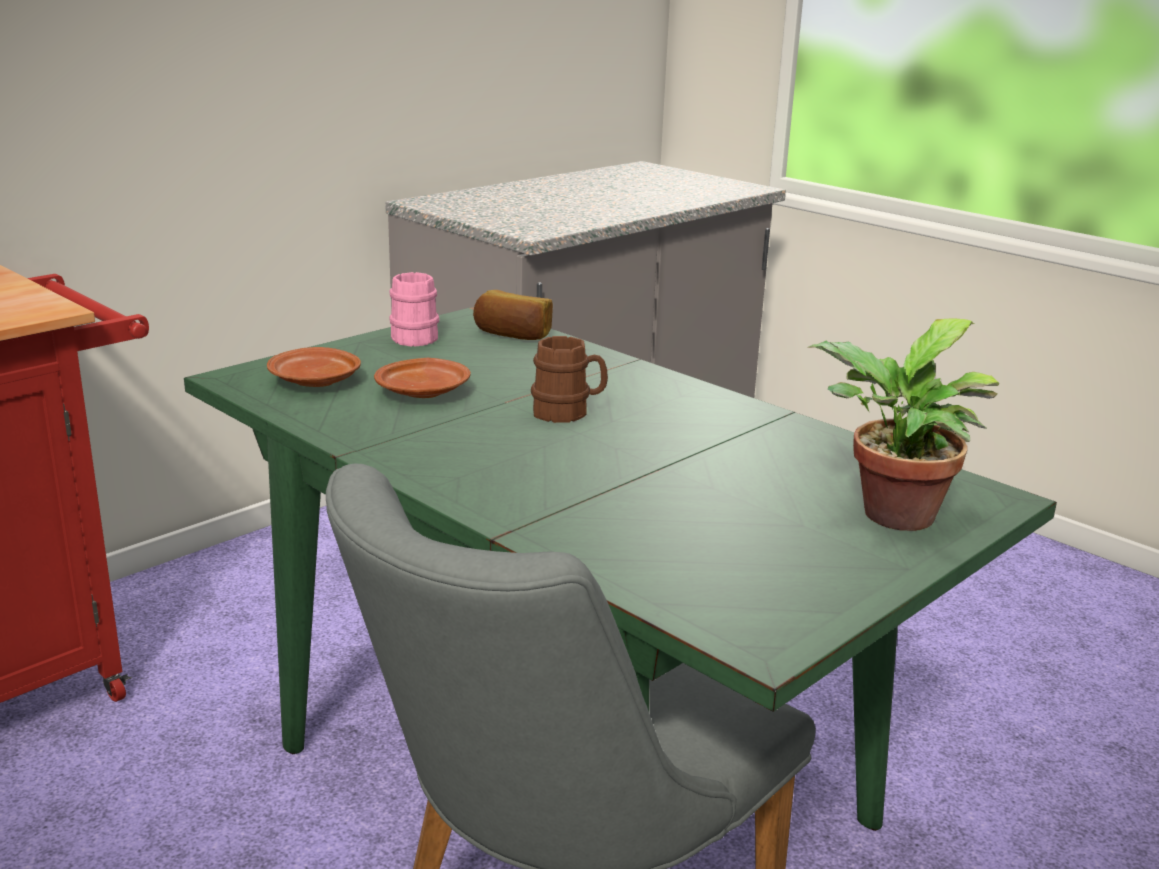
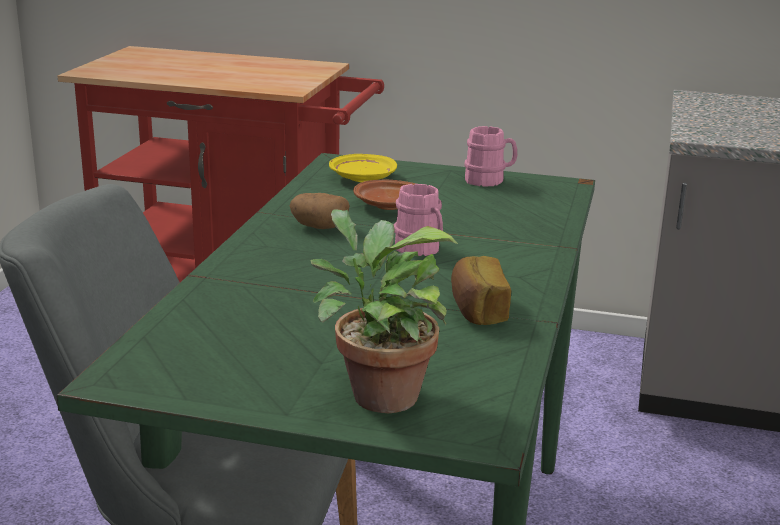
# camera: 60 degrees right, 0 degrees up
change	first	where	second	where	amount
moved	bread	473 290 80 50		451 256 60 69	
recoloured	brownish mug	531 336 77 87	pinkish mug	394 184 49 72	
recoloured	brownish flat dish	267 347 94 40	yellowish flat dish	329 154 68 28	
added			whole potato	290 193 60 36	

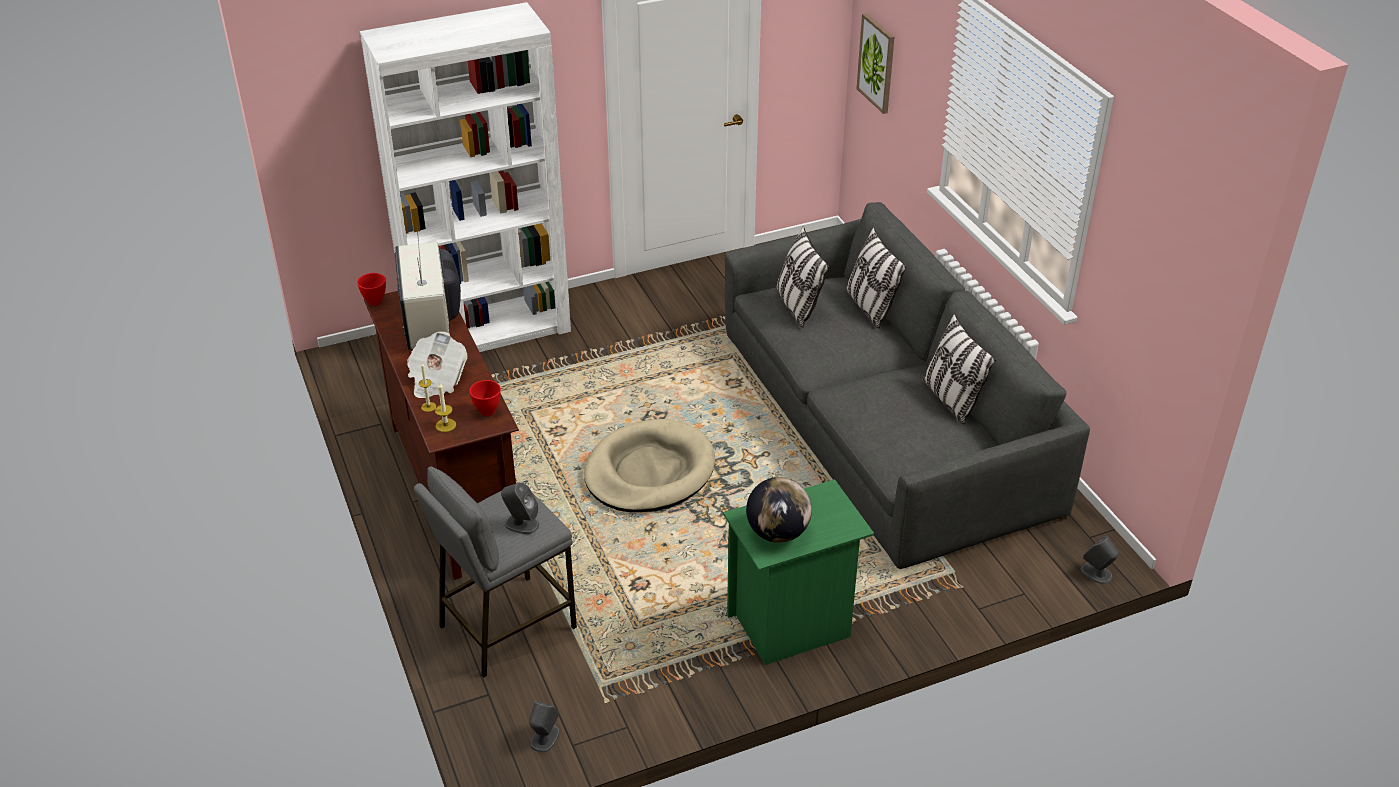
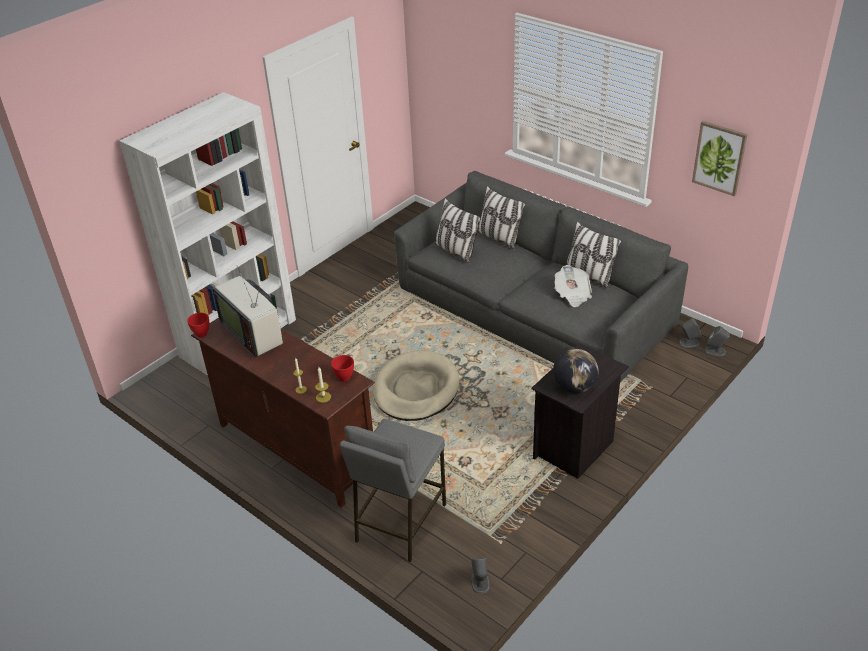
# camera: 25 degrees left, 0 degrees up
change	first	where	second	where	amount
moved	wall art	856 13 38 101		692 121 56 75	
moved	printed paper	407 331 61 67		555 265 37 42	
recoloured	green-coloured nightstand	723 479 151 186	black nightstand	531 344 98 135	
moved	greyish speaker	501 482 38 52		679 318 23 30	

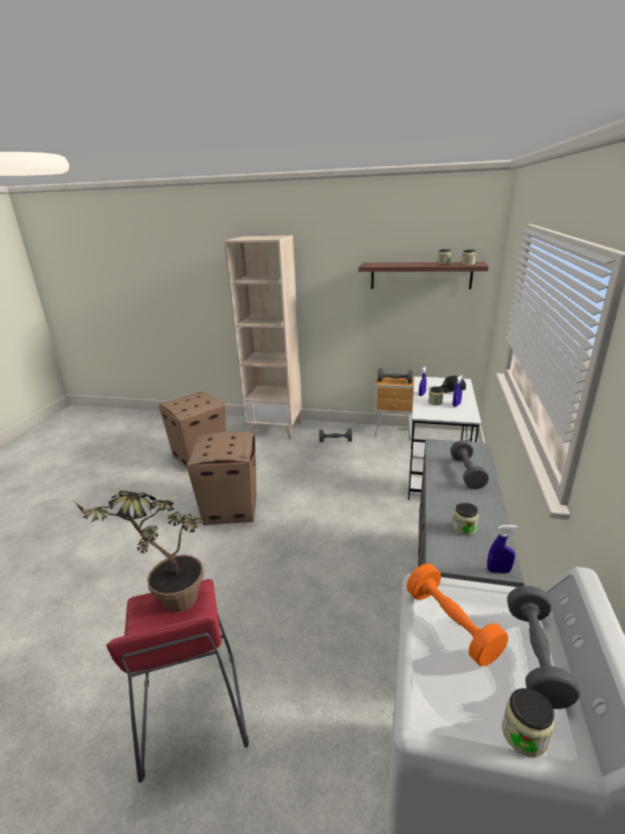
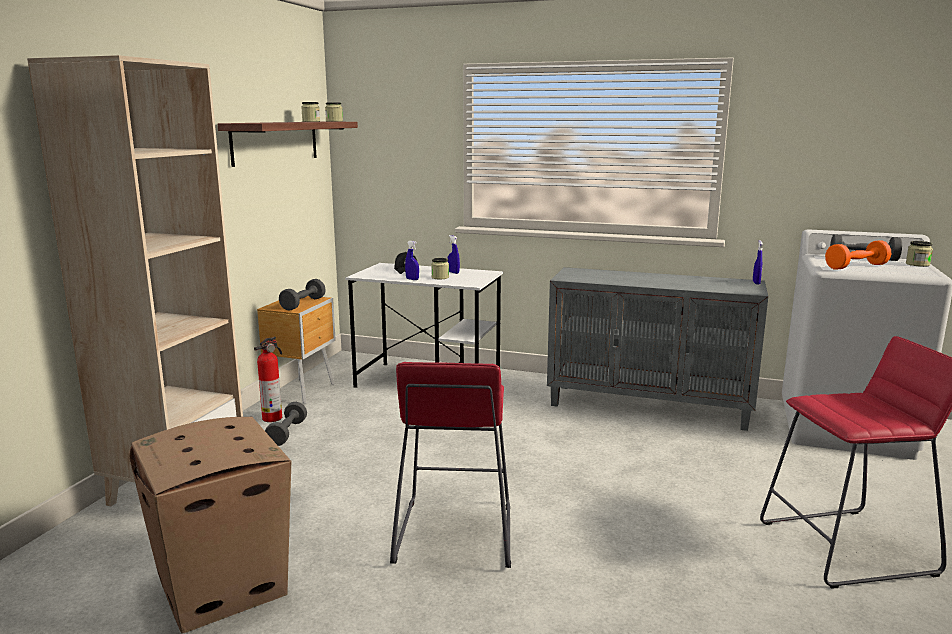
# camera: 85 degrees left, 10 degrees down
change	first	where	second	where	amount
replaced	carton	187 431 69 94	red-coloured stool seat	390 362 121 206	
removed	greyish hand weight	450 440 39 49			
removed	houseplant	74 491 130 121			
removed	storage jar	452 503 27 33			
added			fire-fighting cylinder	254 337 28 85	

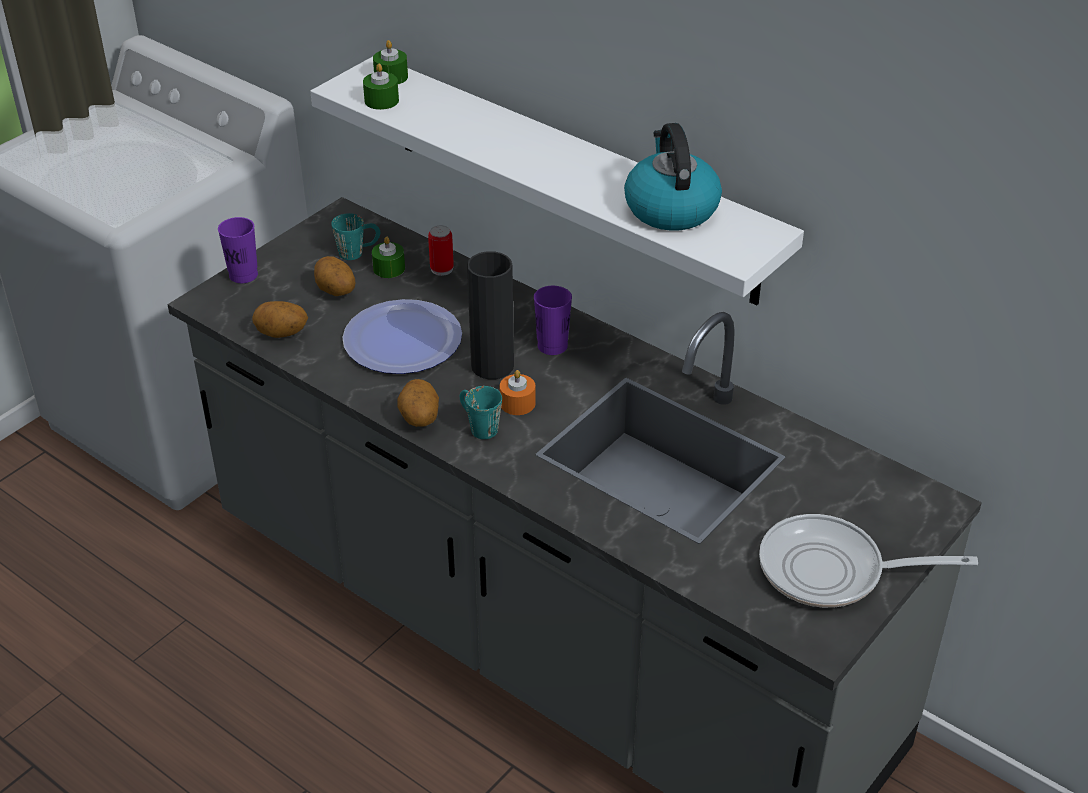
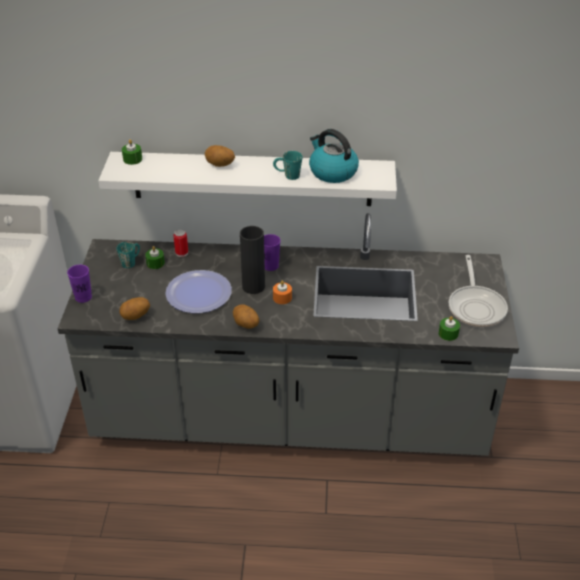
# camera: 35 degrees left, 0 degrees up
change	first	where	second	where	amount
moved	green-coloured candle	363 64 36 46		439 316 21 25	
moved	whole potato	314 256 41 40		205 145 30 22	
moved	turquoise-coloured mug	460 386 42 53		273 151 30 29	
turned	skillet	759 514 219 94		449 255 59 72	60 degrees counterclockwise

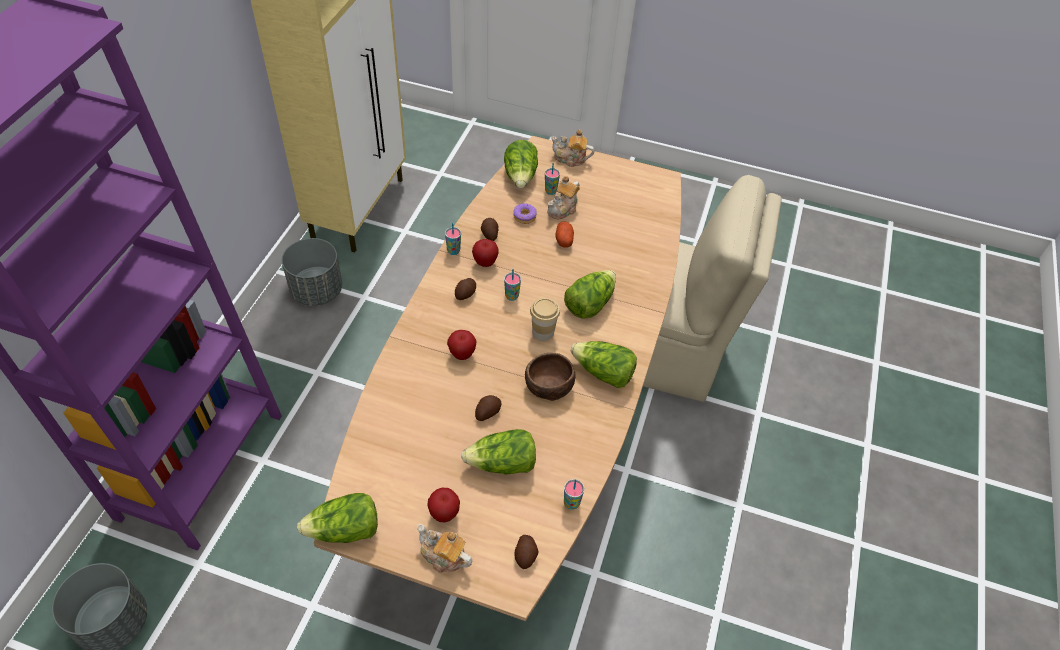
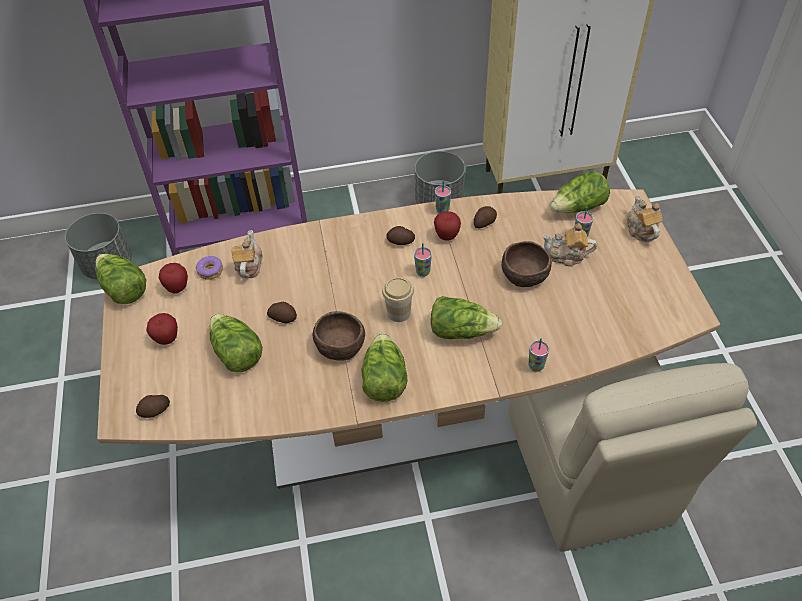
# camera: 65 degrees right, 0 degrees up
change	first	where	second	where	amount
moved	doughnut	513 203 24 21		196 256 27 24	
replaced	whole potato	555 221 19 26	brownish serving bowl	502 241 50 46	
moved	apple fruit	447 330 30 30		159 263 29 30	
moved	small cup	564 479 20 31		528 338 21 34	
moved	tea pot	417 524 55 49		231 230 32 48	

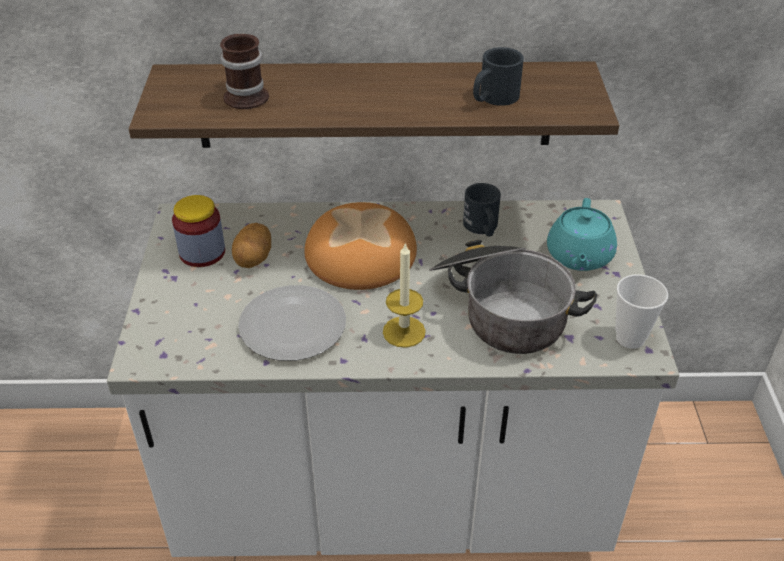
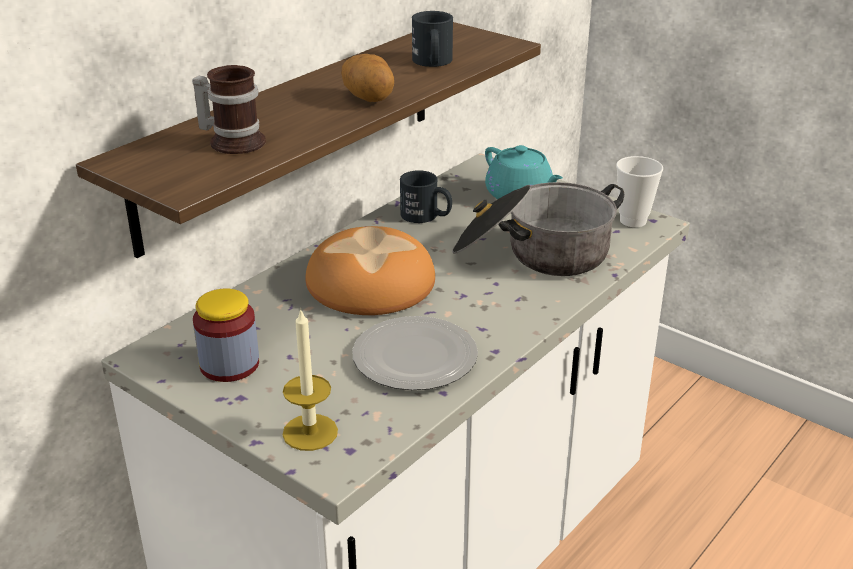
# camera: 50 degrees left, 10 degrees down
change	first	where	second	where	amount
moved	whole potato	232 223 39 45		341 54 53 48	
moved	candle	383 242 43 106		282 308 56 143	

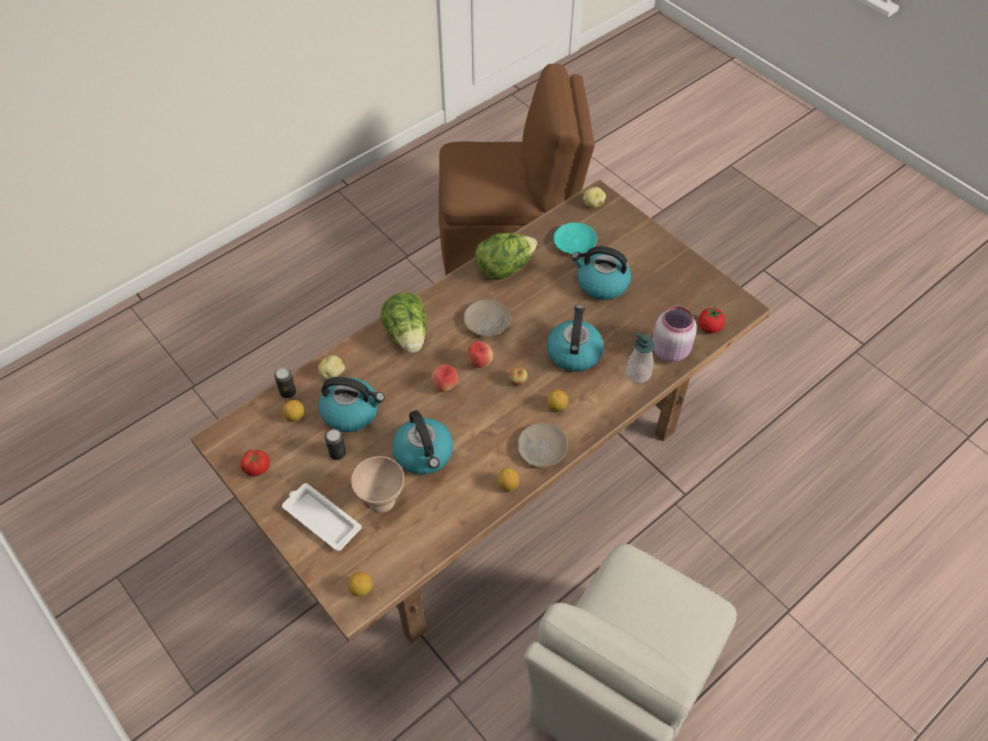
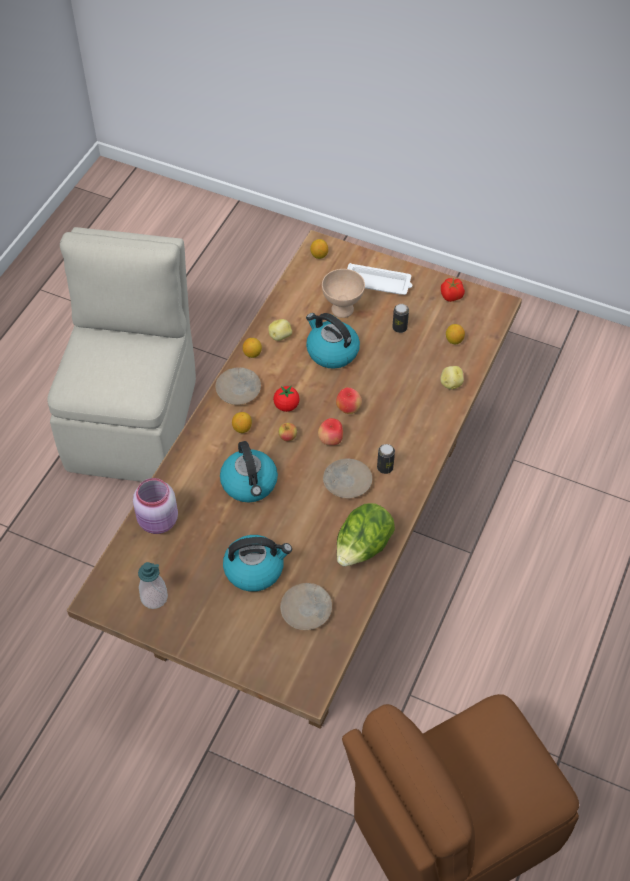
# camera: 155 degrees right, 0 degrees up
change	first	where	second	where	amount
moved	whole potato	583 187 23 21		268 319 24 22	
recoloured	turquoise-coloured flat dish	553 222 44 32	beige flat dish	280 583 52 47	
removed	lettuce head	380 292 47 61			
moved	whole tomato	698 307 27 26		273 386 27 26	
moved	soap bottle	626 333 29 50		138 562 30 47	
moved	sealed can	274 368 22 30		377 444 18 30	
removed	tea kettle	319 377 66 55			

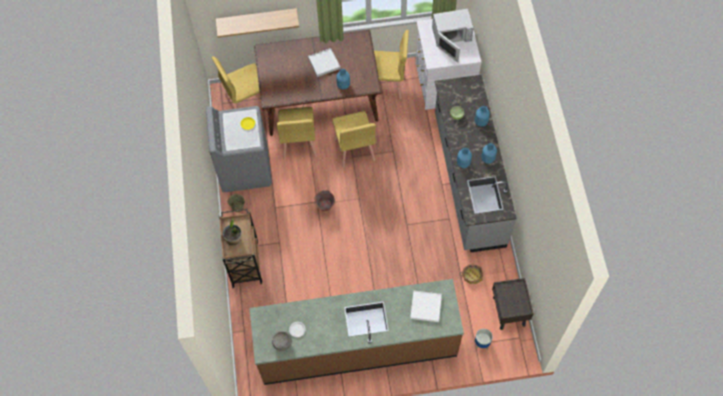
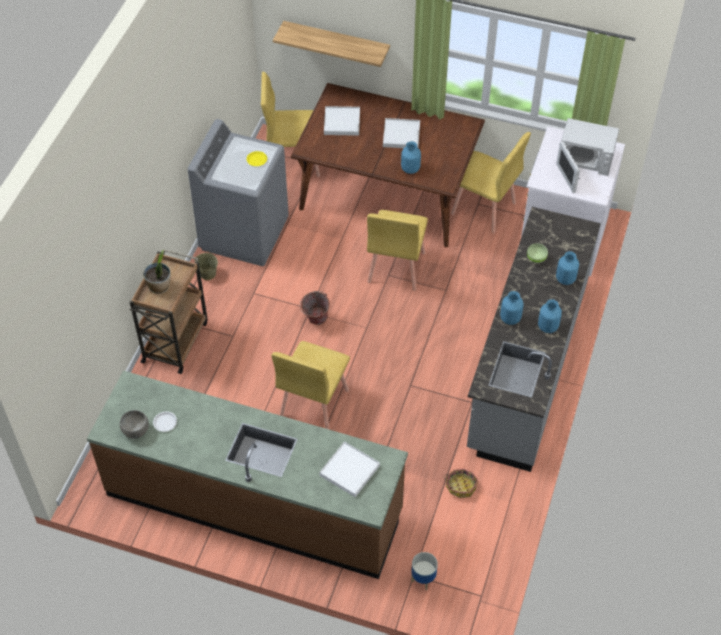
# camera: 25 degrees right, 10 degrees down
change	first	where	second	where	amount
moved	yellowish upright chair	277 107 40 53		272 341 78 89	
removed	brownish nightstand	492 278 42 52			
added			whitish carrying tray	324 106 36 30	

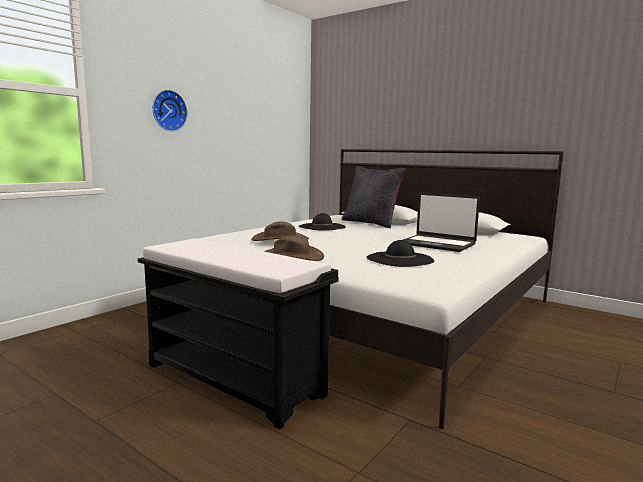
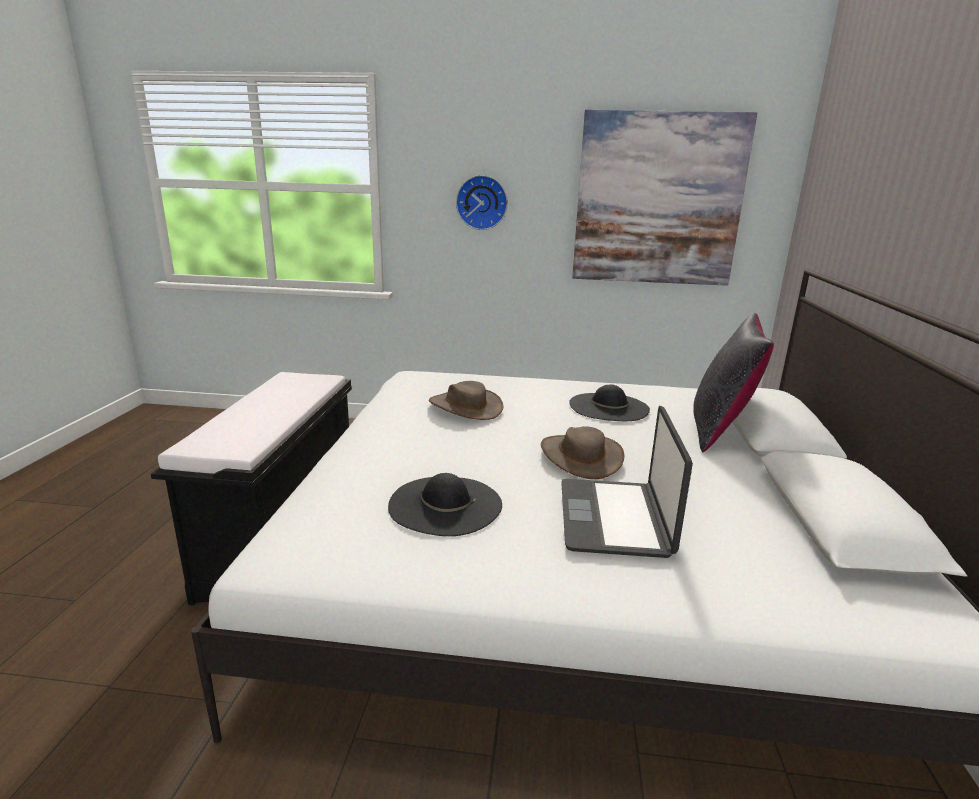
# camera: 60 degrees right, 10 degrees up
change	first	where	second	where	amount
moved	brownish clothing hat	264 235 60 26		541 426 83 53	
added			wall art	572 110 185 176	

